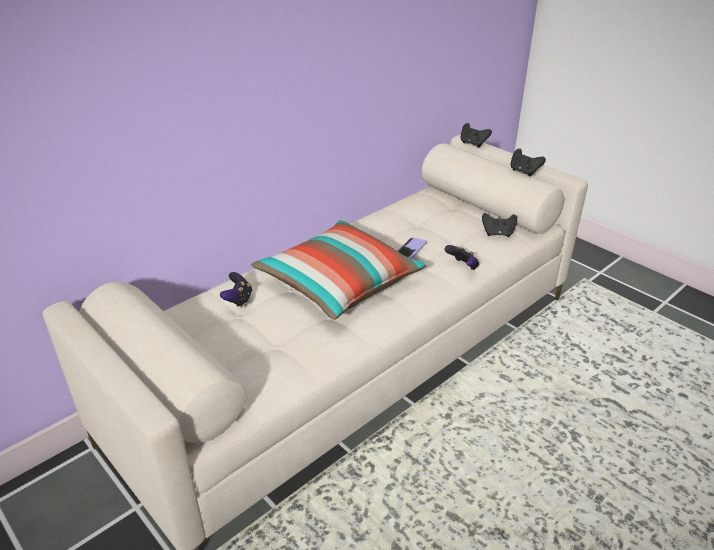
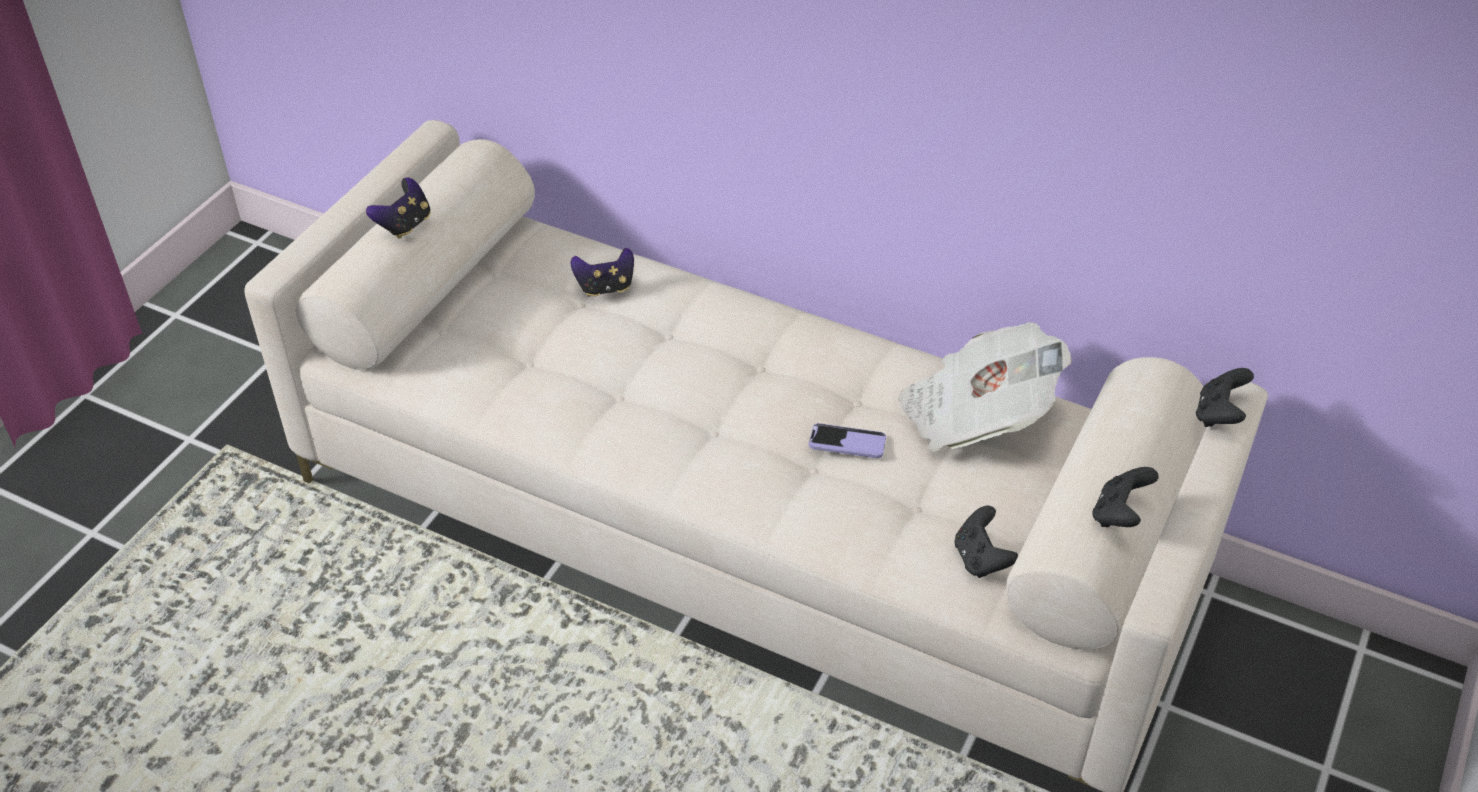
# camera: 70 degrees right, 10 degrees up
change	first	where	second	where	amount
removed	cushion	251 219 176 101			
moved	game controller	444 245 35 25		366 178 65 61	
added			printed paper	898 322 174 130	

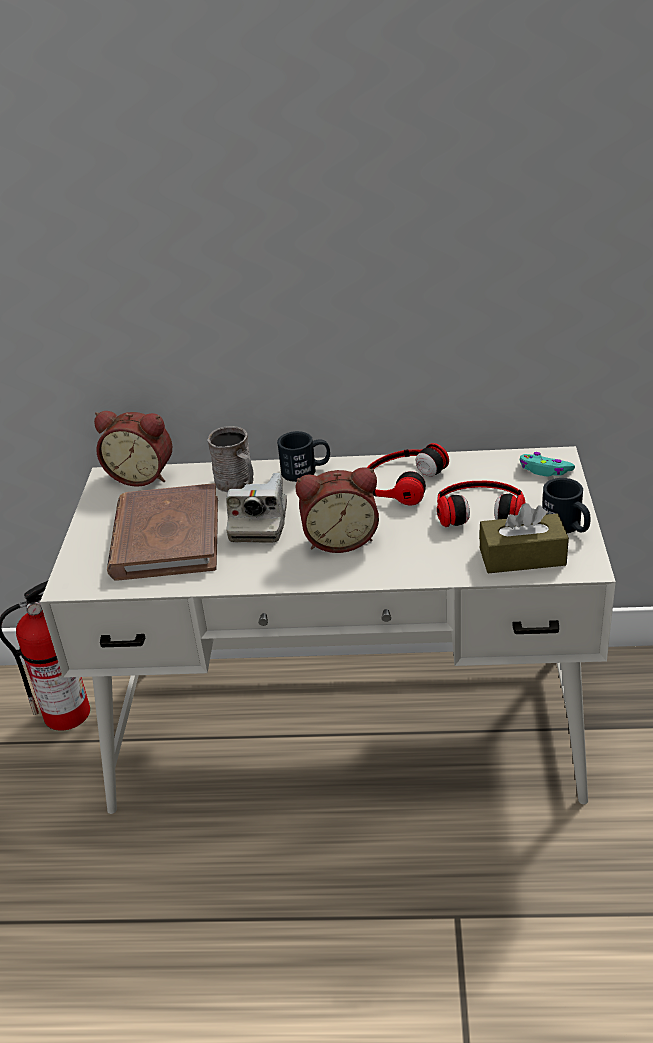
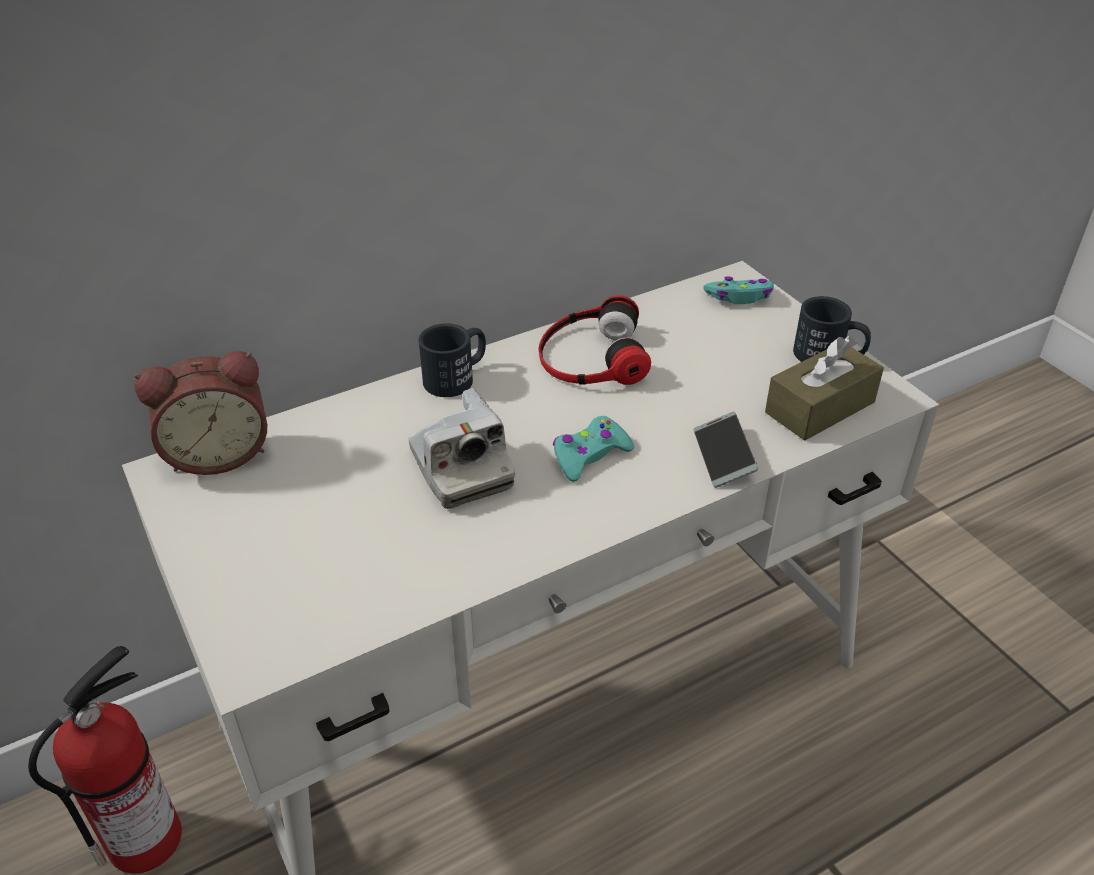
# camera: 35 degrees left, 5 degrees up
change	first	where	second	where	amount
removed	greyish mug	207 426 47 66			
replaced	table clock	296 467 83 86	turquoise-coloured game controller	553 416 81 66	
removed	headset	437 480 88 47			
removed	brownish volume	107 483 111 98			
added			handset	694 412 64 76	

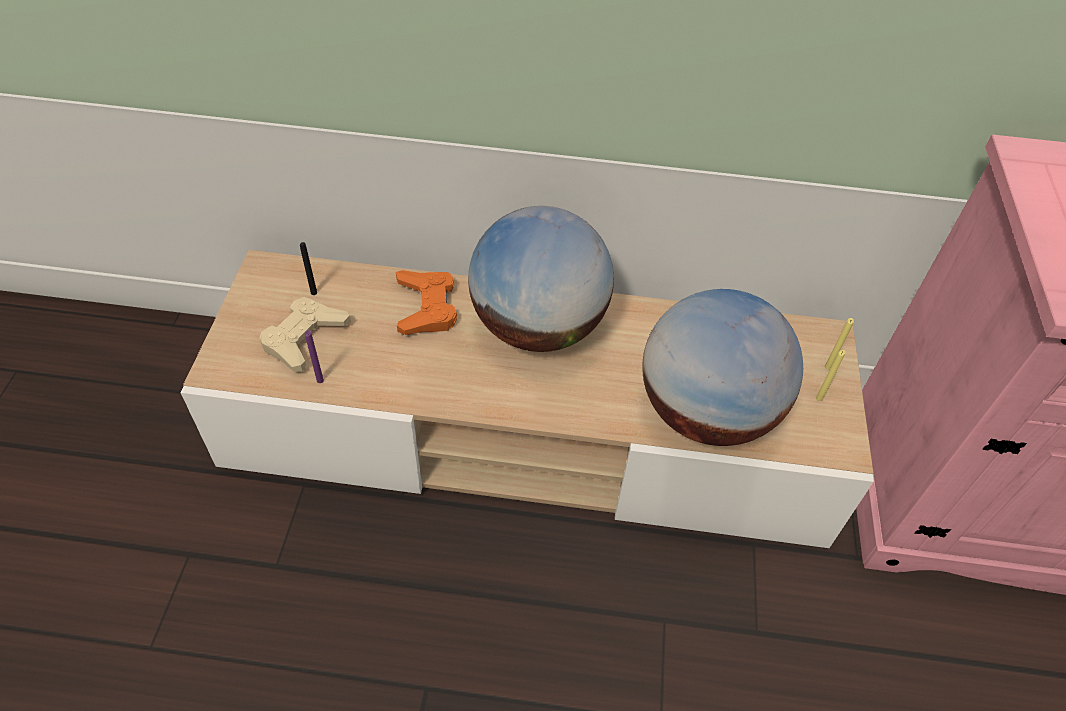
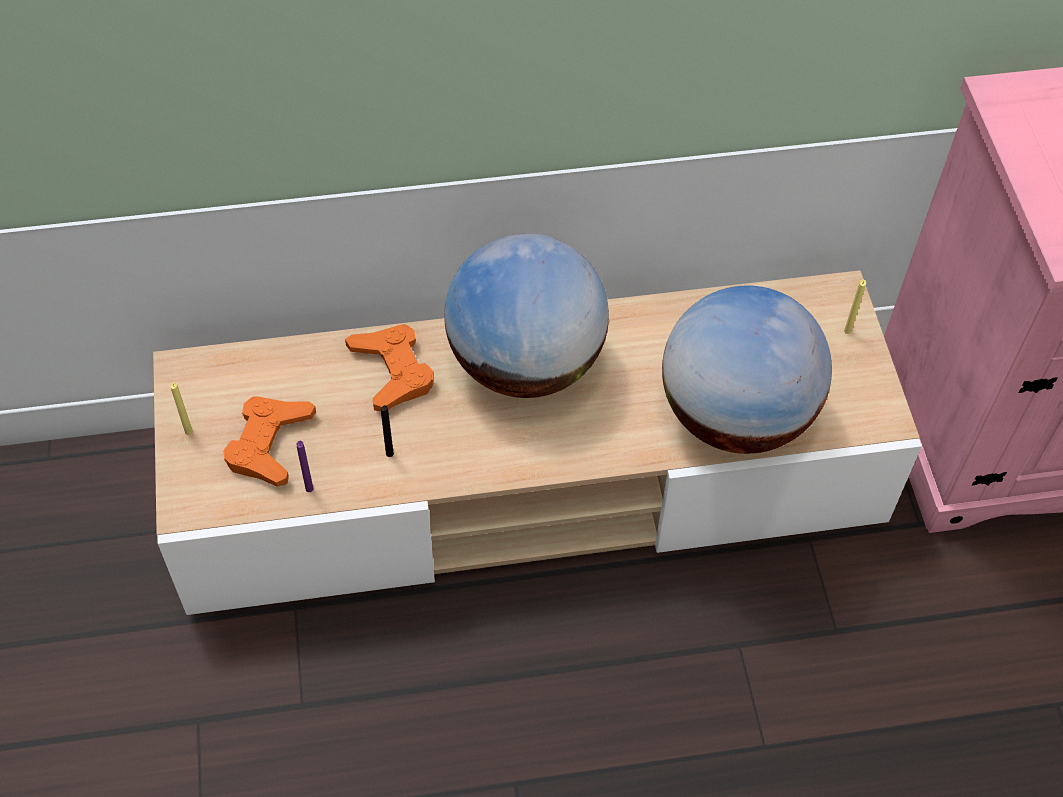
# camera: 15 degrees left, 5 degrees up
change	first	where	second	where	amount
moved	black candle	300 242 17 53		381 405 13 52	
recoloured	beige game controller	259 297 92 74	orangey game controller	223 396 93 91	
moved	yellowish candle	816 350 29 51		171 382 22 53	

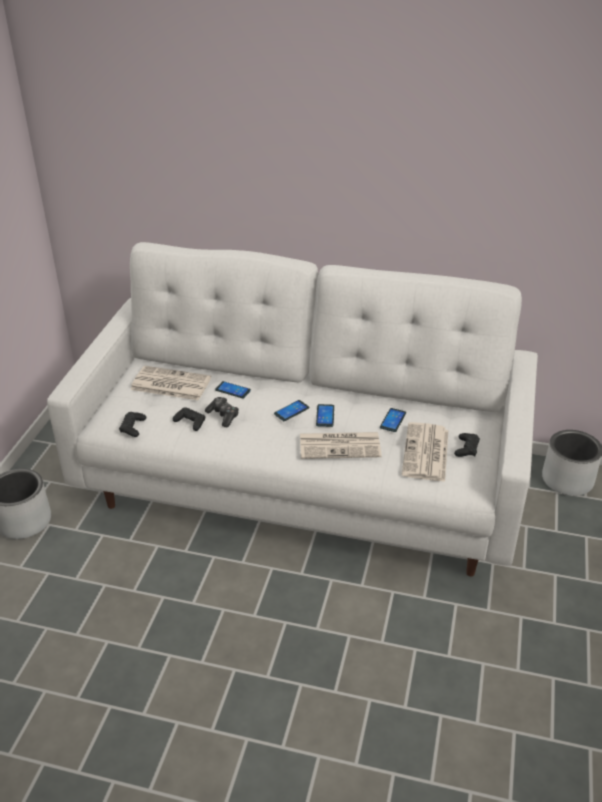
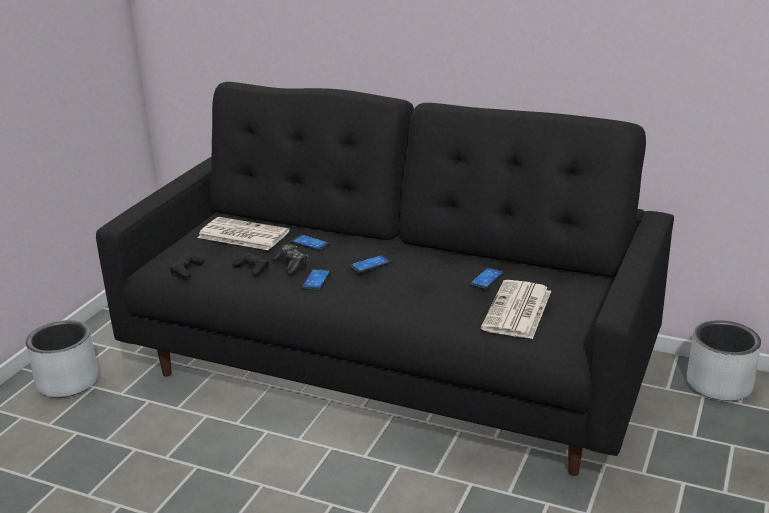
# camera: 10 degrees right, 10 degrees down
change	first	where	second	where	amount
recoloured	whitish sofa	47 242 491 334	black sofa	96 82 578 394	
moved	handset	316 404 18 23		301 269 30 22	
removed	printed paper	300 432 82 27			
removed	black game controller	454 433 26 24			

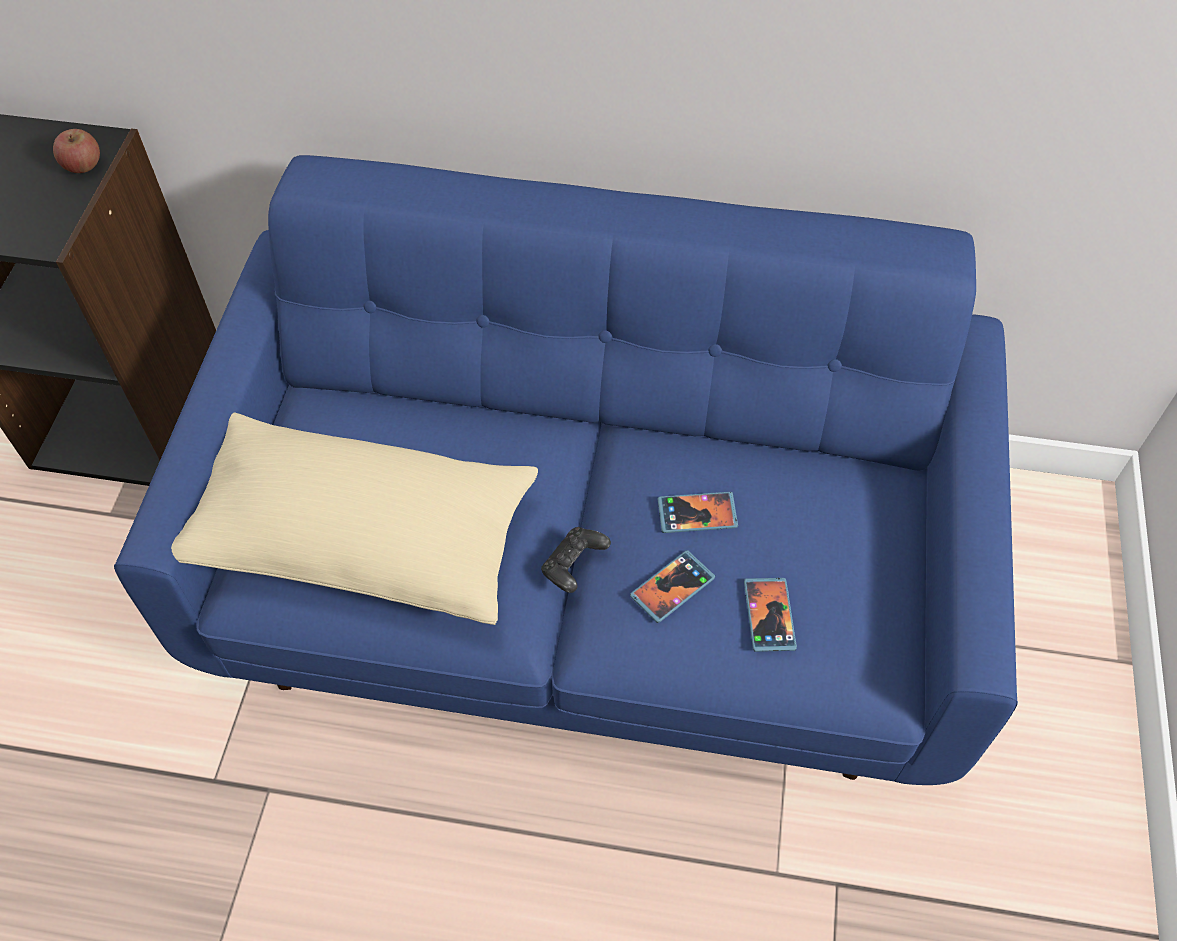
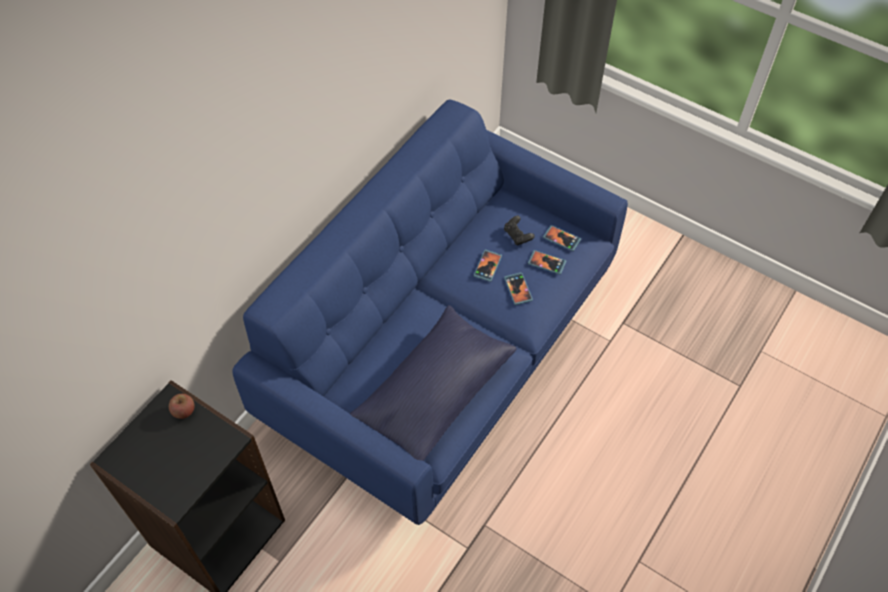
# camera: 65 degrees left, 0 degrees up
change	first	where	second	where	amount
recoloured	beige cushion	171 413 367 212	blue cushion	350 305 167 156	
moved	black game controller	541 527 70 66		504 216 31 29	
added			handset	543 225 38 26	

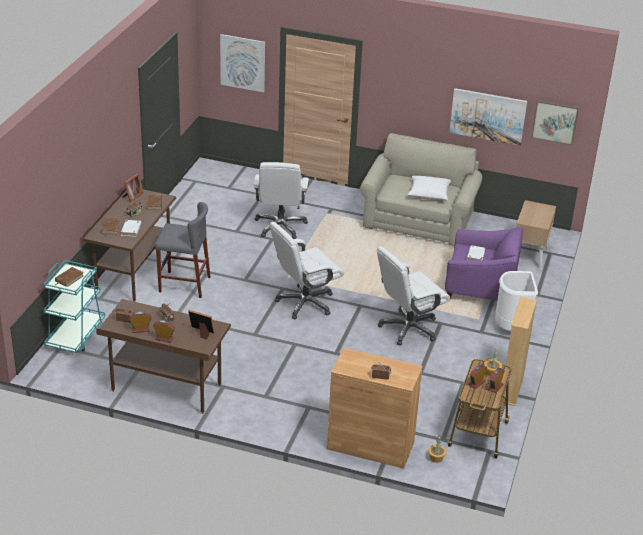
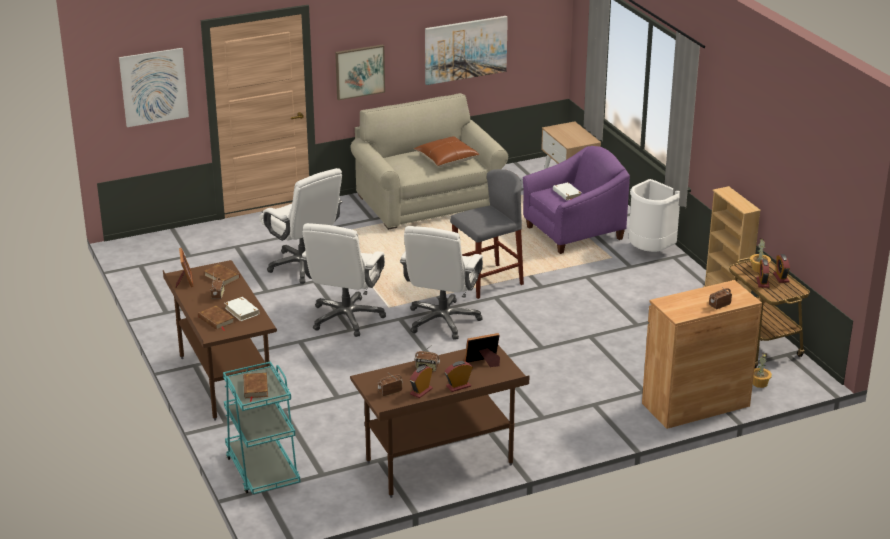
# camera: 40 degrees left, 5 degrees down
change	first	where	second	where	amount
moved	wall art	531 100 48 45		335 45 50 55	
recoloured	whitish cushion	408 176 43 25	brownish cushion	414 137 66 30	
moved	greyish stool seat	155 202 56 96		450 169 74 130	
moved	whitish desk chair	377 246 73 100		301 223 85 114	

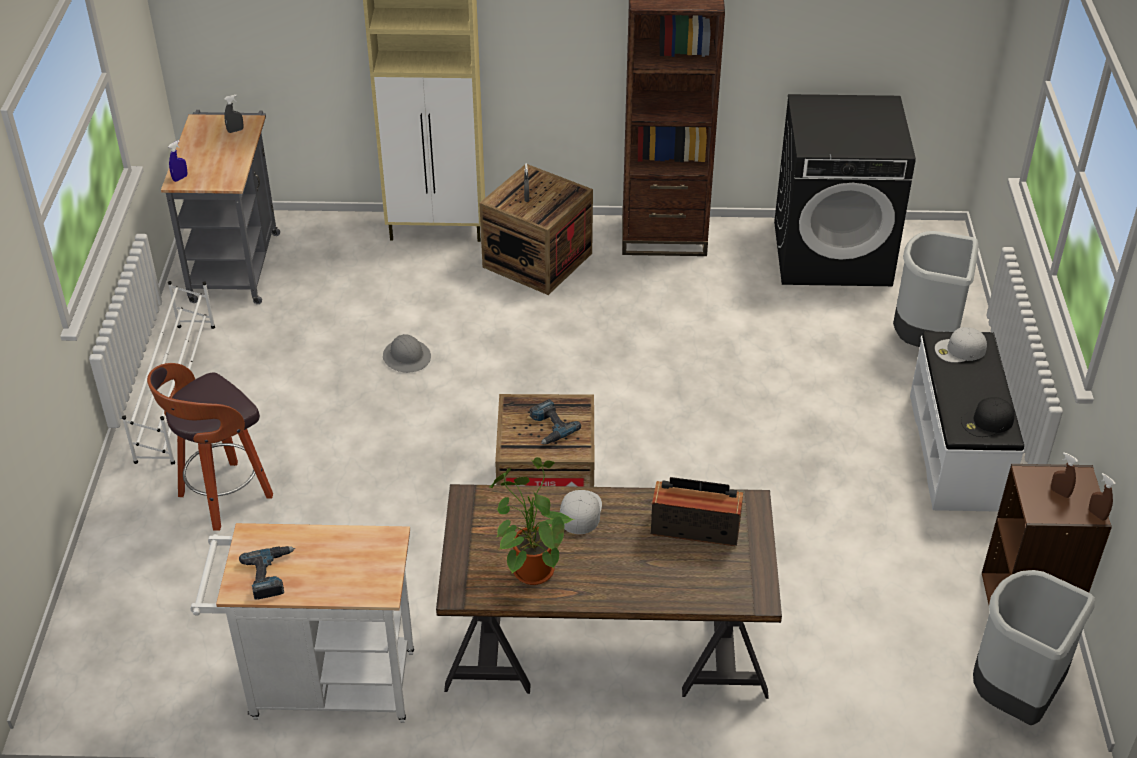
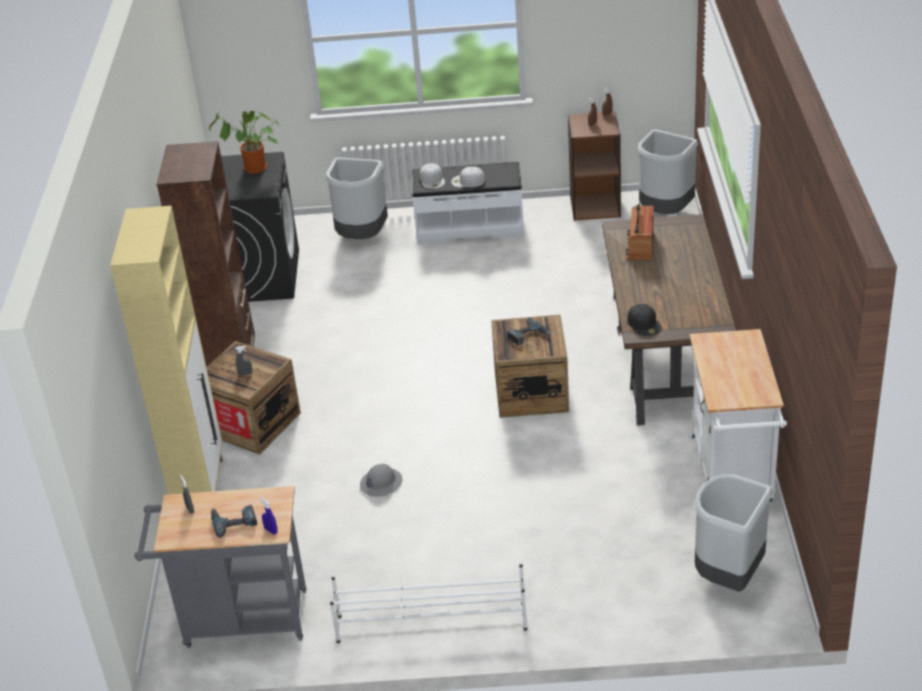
# camera: 90 degrees left, 5 degrees down
change	first	where	second	where	amount
removed	stool seat	147 363 126 168			
moved	black cap	961 397 54 40		627 304 35 32	
moved	houseplant	489 457 86 128		209 111 72 63	
moved	whitish cap	560 490 42 44		451 166 34 21	
moved	power drill	239 546 56 54		211 505 47 33	
added			greyish rubbish bin	694 474 78 118	

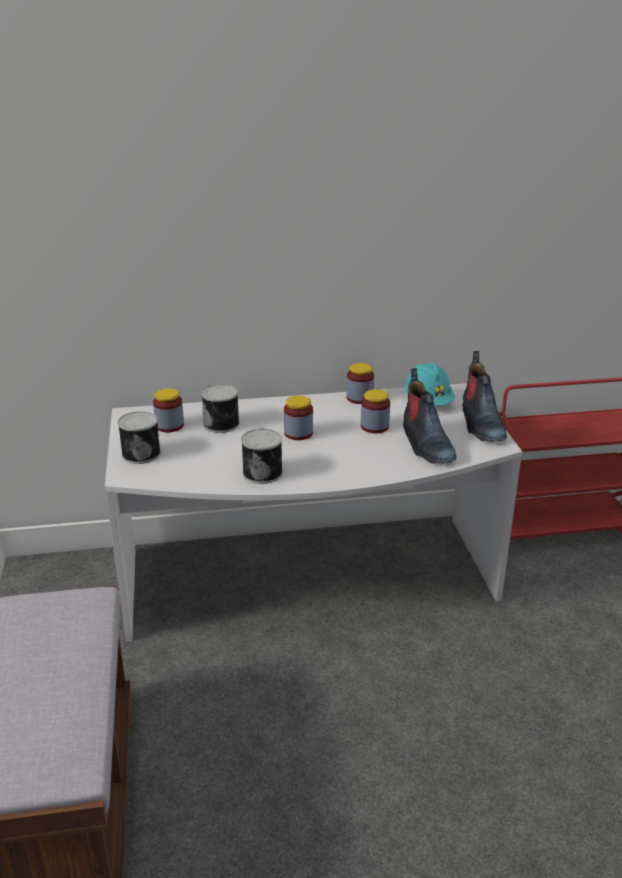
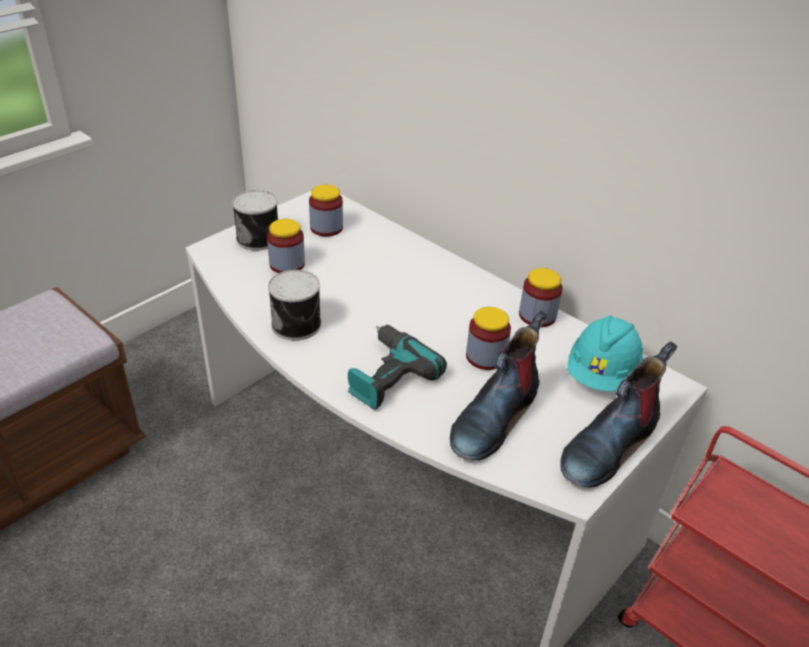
# camera: 50 degrees right, 10 degrees up
change	first	where	second	where	amount
removed	sealed can	201 384 38 49			
moved	storage jar	284 396 29 44		267 219 38 54	
added			power drill	348 325 99 85	

